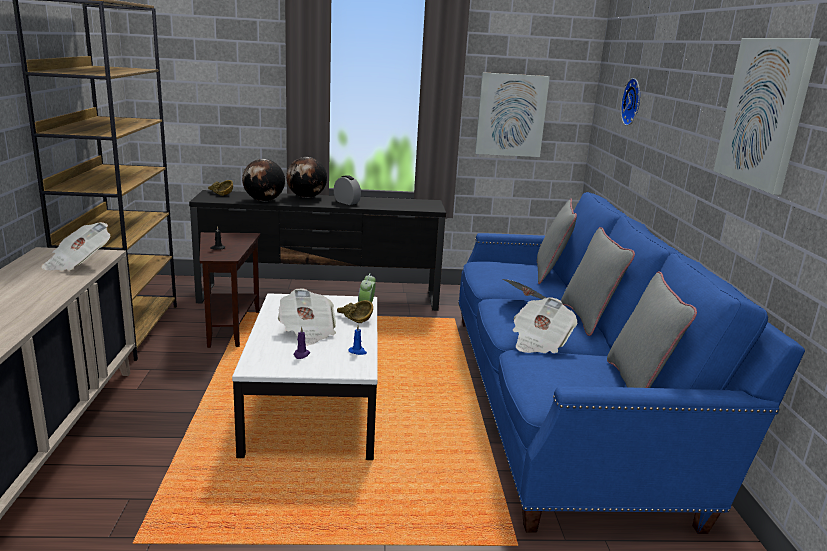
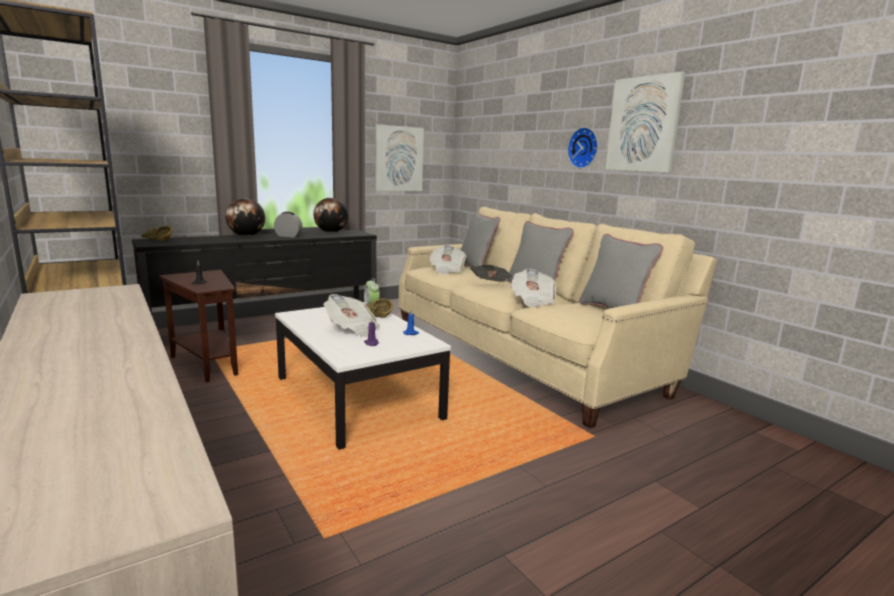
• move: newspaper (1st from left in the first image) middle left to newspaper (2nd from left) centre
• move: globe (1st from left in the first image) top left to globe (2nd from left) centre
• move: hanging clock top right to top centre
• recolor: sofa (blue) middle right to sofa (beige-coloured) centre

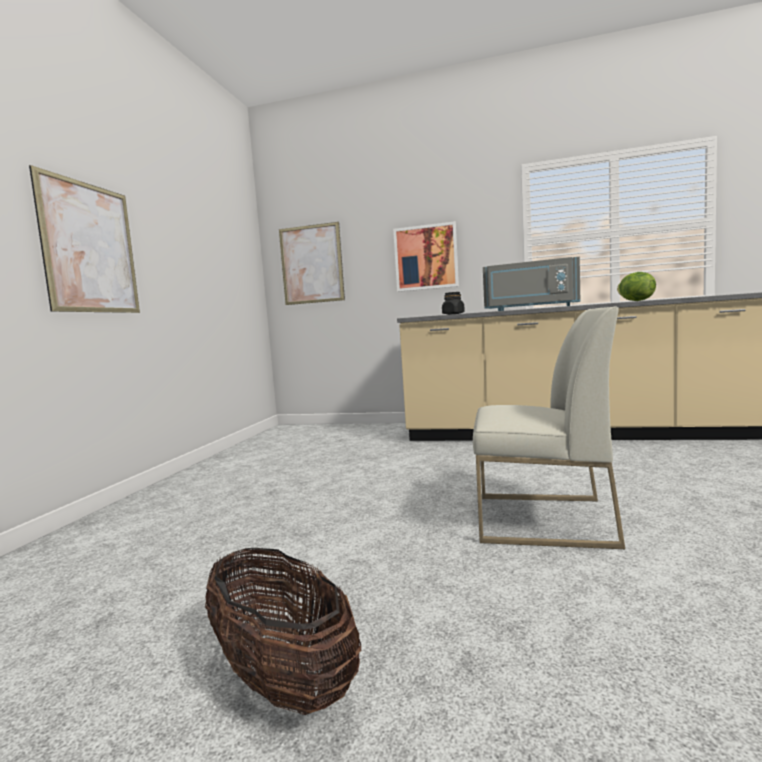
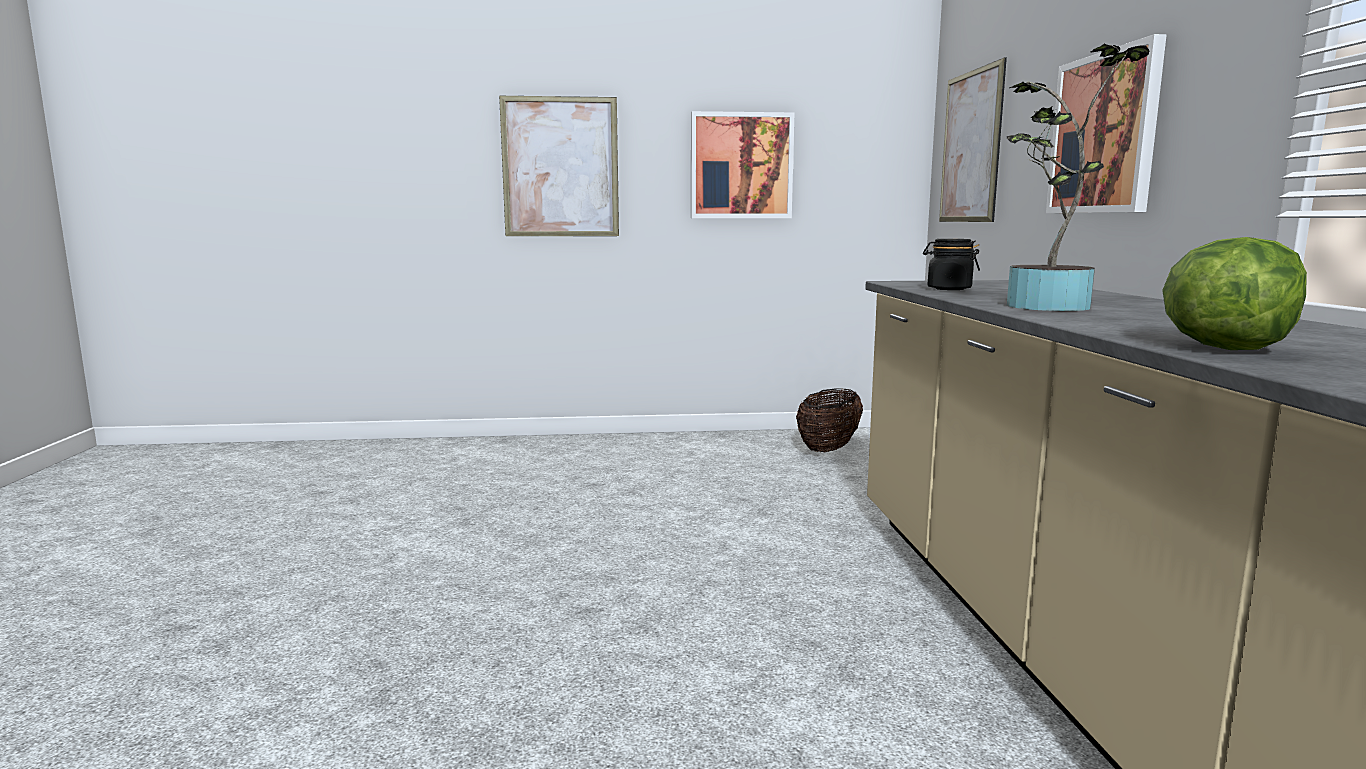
• delete: upright chair (white) middle right
• insert: wall art (2nd from left) top centre
• move: basket bottom centre to centre
• replace: kitchen microwave (gray) middle right to plant in a pot top right

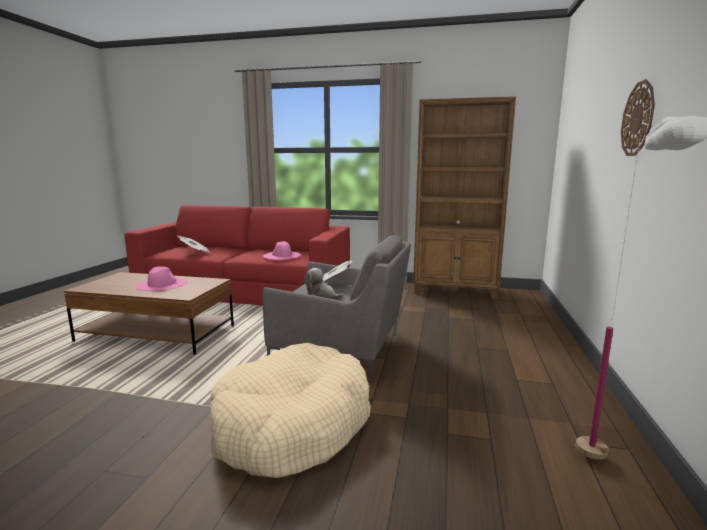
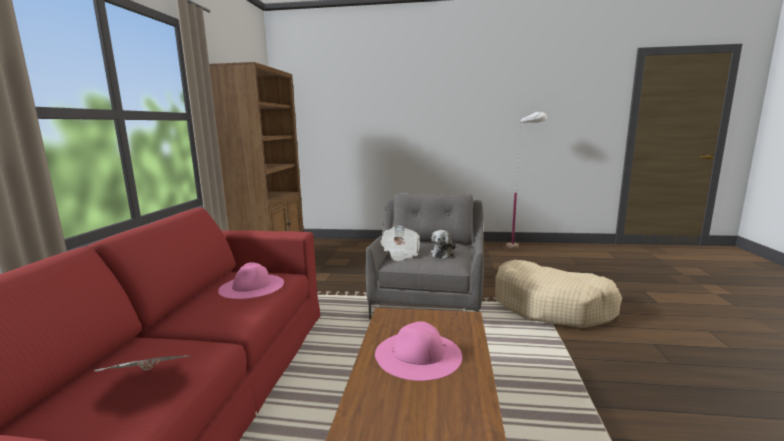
• delete: hanging clock top right

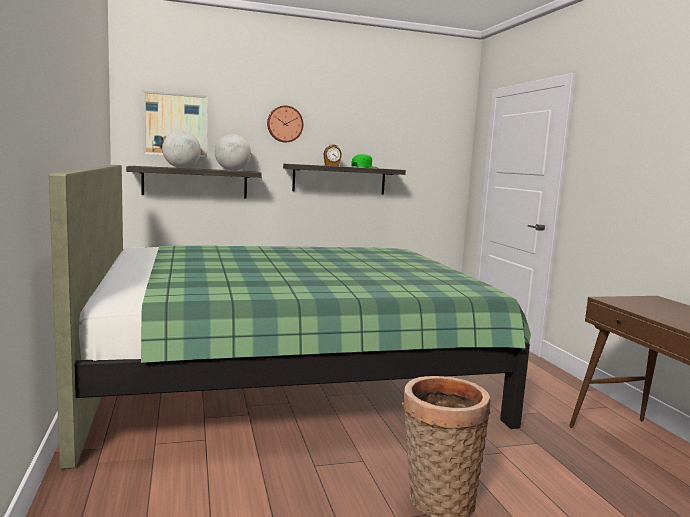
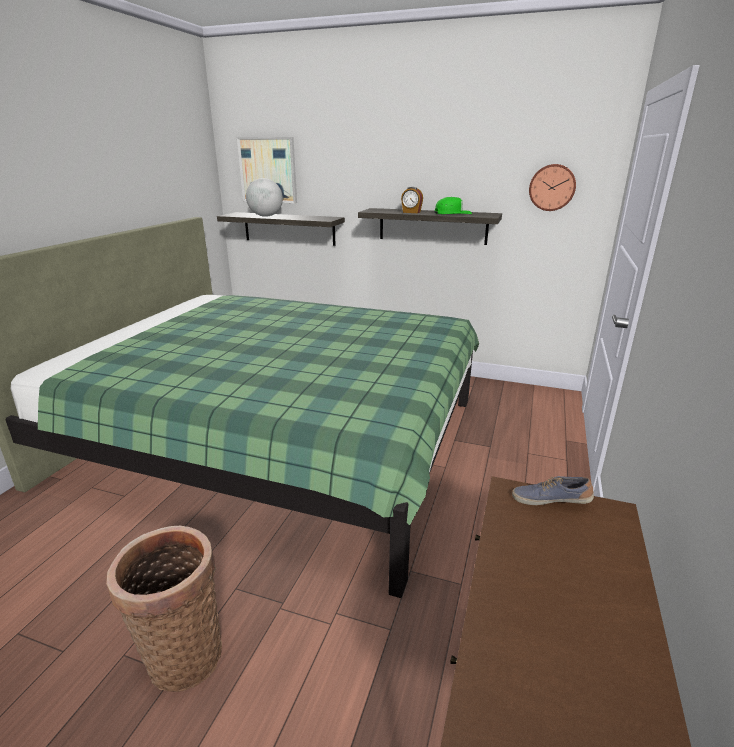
• delete: globe (2nd from left) top centre
• insert: item of footwear middle right
• move: hanging clock top centre to top right

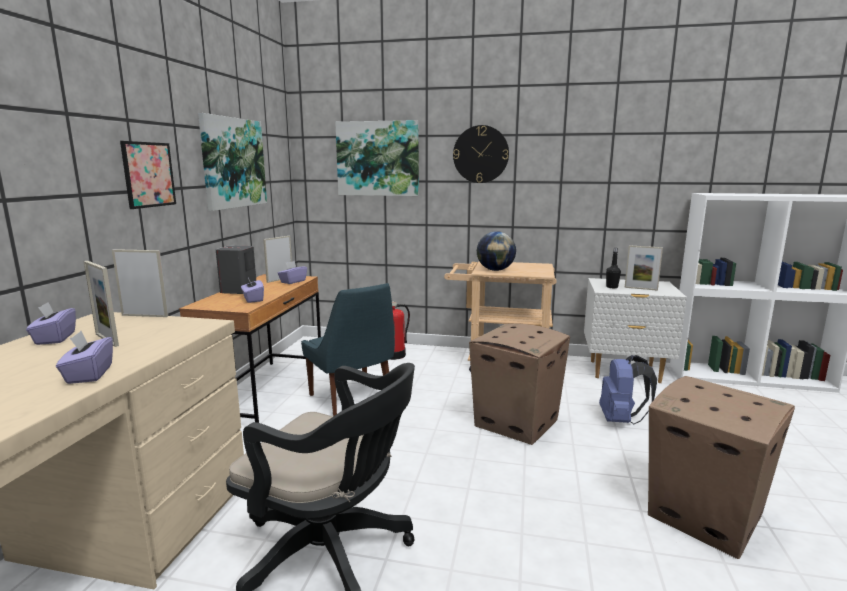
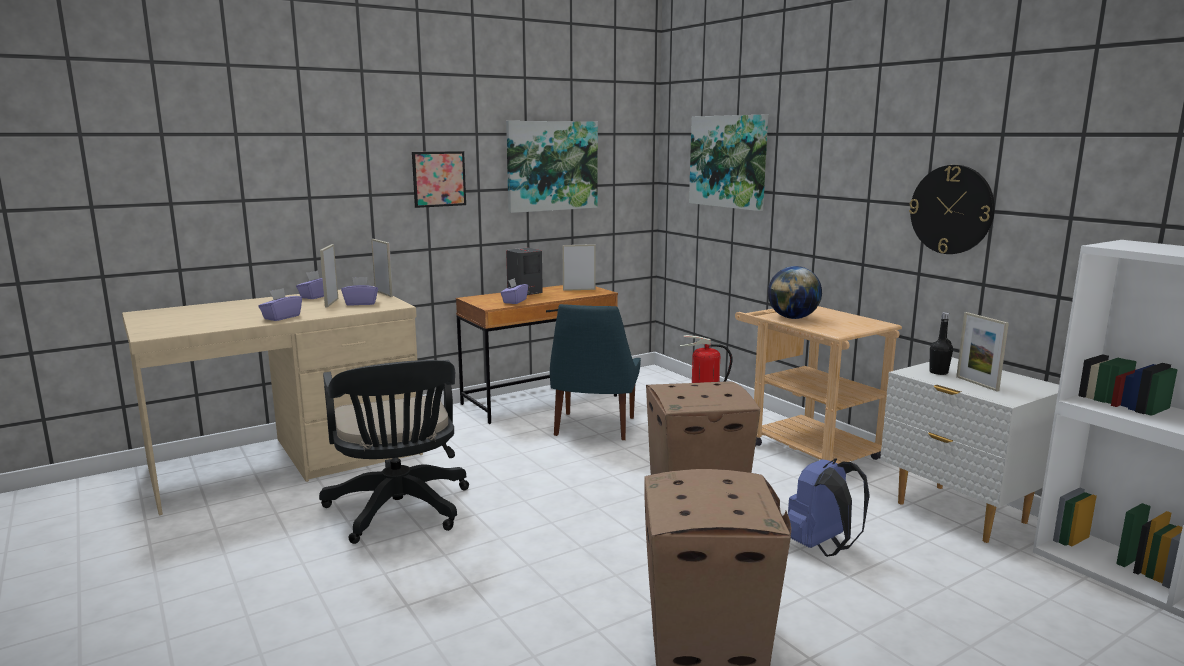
• move: tissue box (purple-coloured) (4th from left in the first image) centre to tissue box (purple-coloured) (3rd from left) middle left
• move: hanging clock top centre to top right

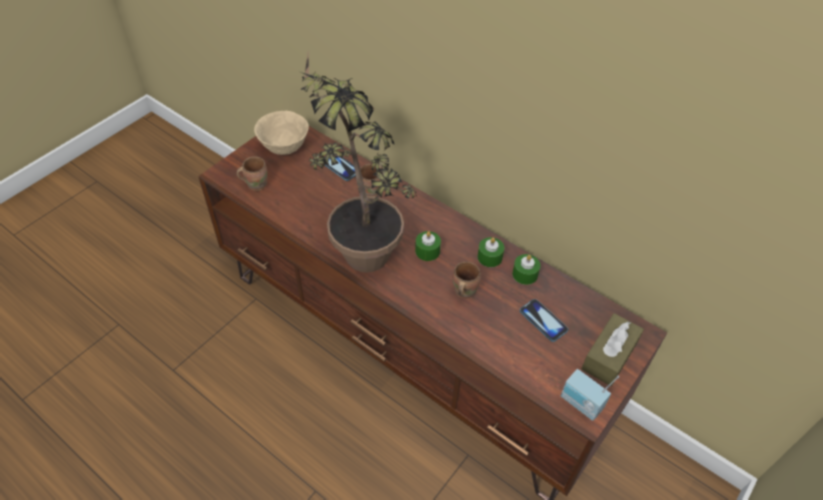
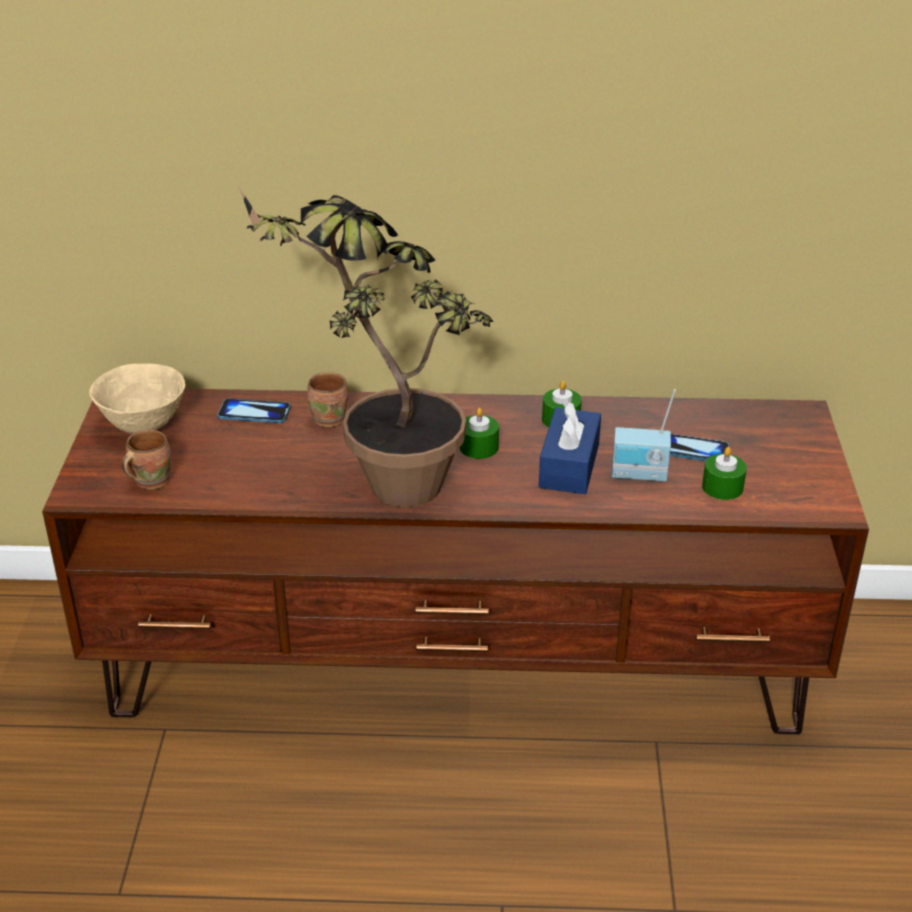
• delete: tissue box (brownish) bottom right
• move: wax candle (green-coloured) (3rd from left) centre to middle right
• move: radio receiver bottom right to middle right
• replace: coffee mug (brownish) (3rd from left) centre to tissue box (blue) centre

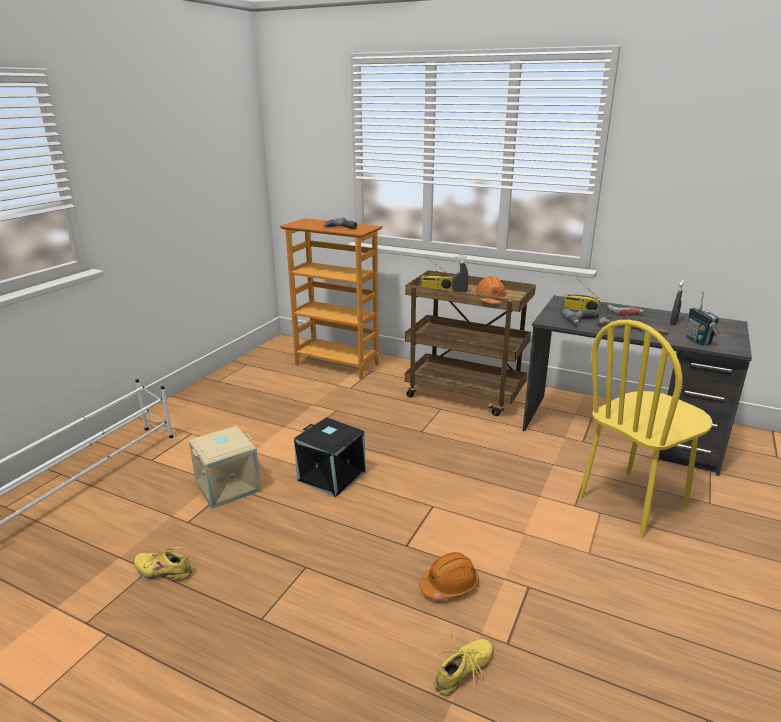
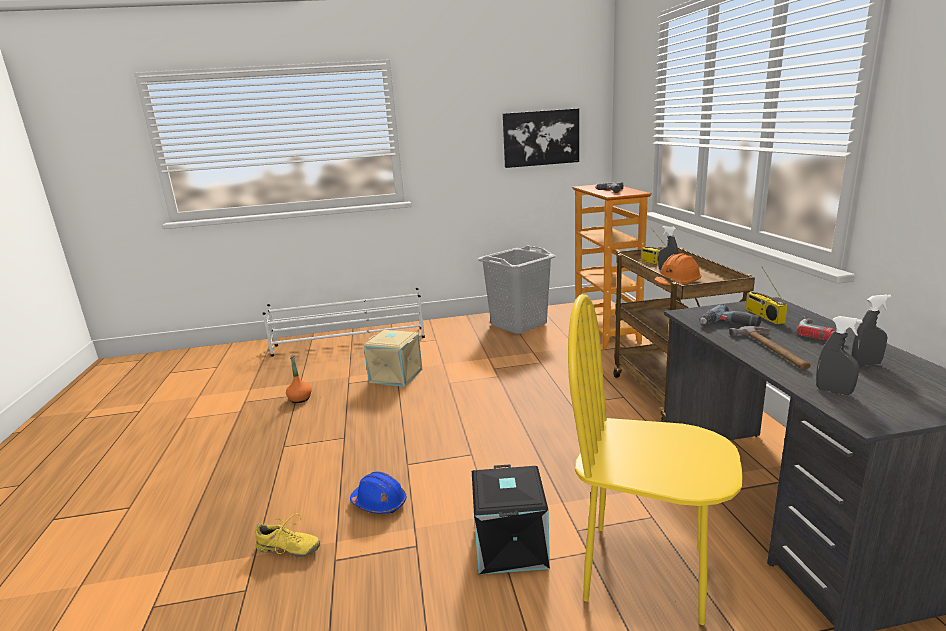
• insert: laundry basket (gray) centre
• insert: wall art top centre
• move: storage box (blackish) centre to bottom centre
• replace: item of footwear (yellow-coloured) (1st from left) bottom left to bottle (orange) middle left
• replace: radio receiver (3rd from left) middle right to sprayer (gray) (2nd from left) middle right
• recolor: work helmet (orange) (1st from left) bottom centre to work helmet (blue) bottom centre

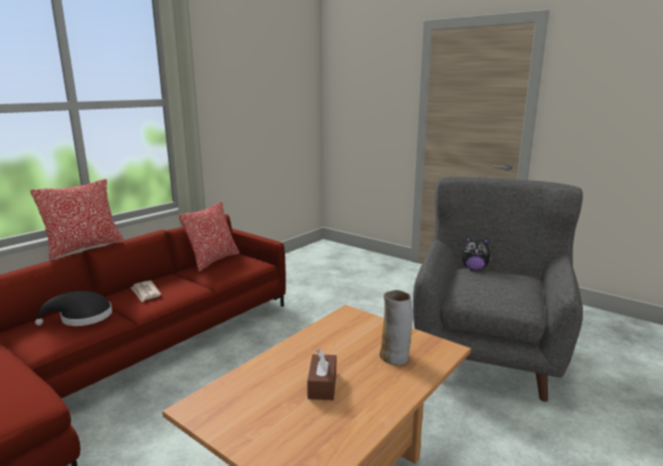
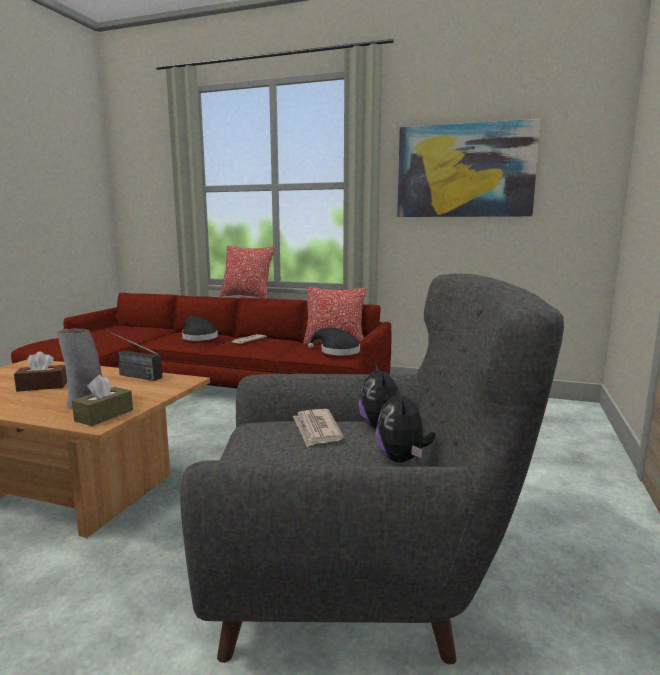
• insert: tissue box (brownish) (2nd from left) middle left
• insert: radio receiver middle left
• insert: newspaper (2nd from left) centre
• insert: hat (blackish) (2nd from left) centre
• insert: cuddly toy (2nd from left) centre
• insert: wall art top right

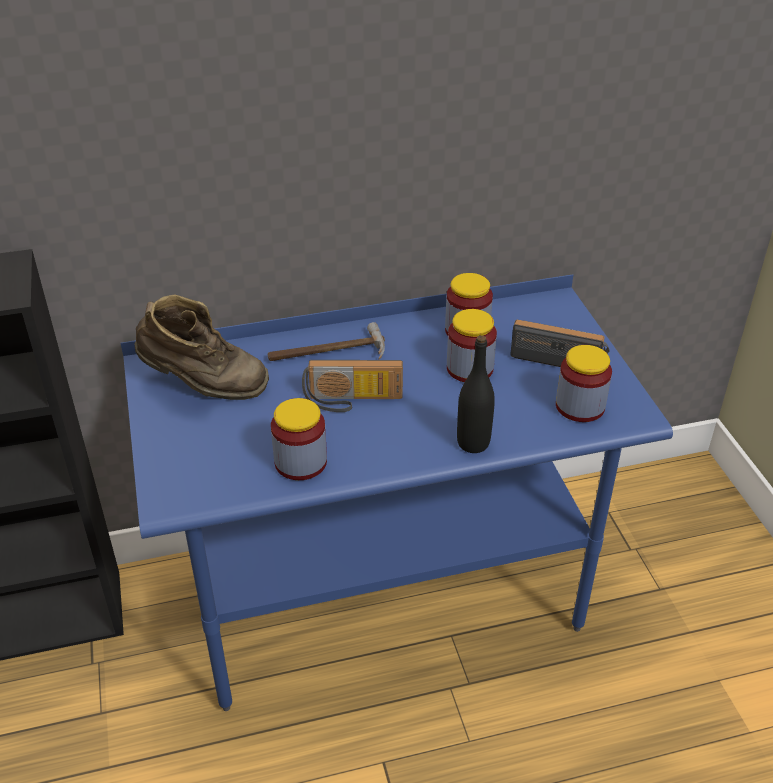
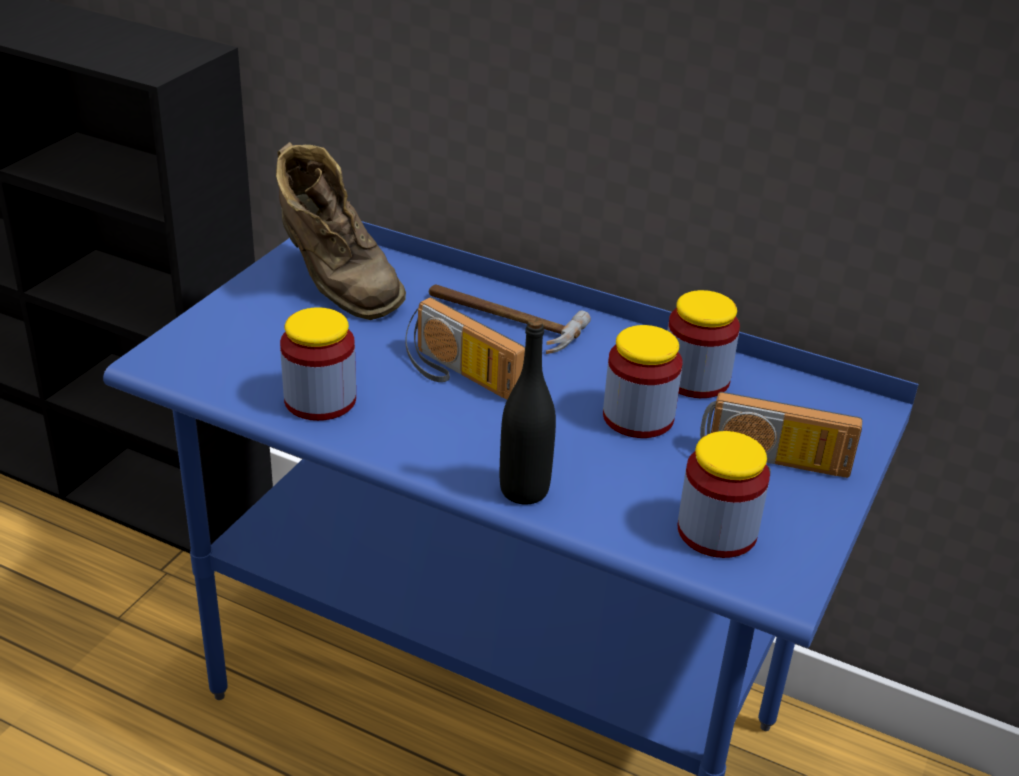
• rotate: radio receiver (2nd from left) middle right = middle right 135 degrees clockwise

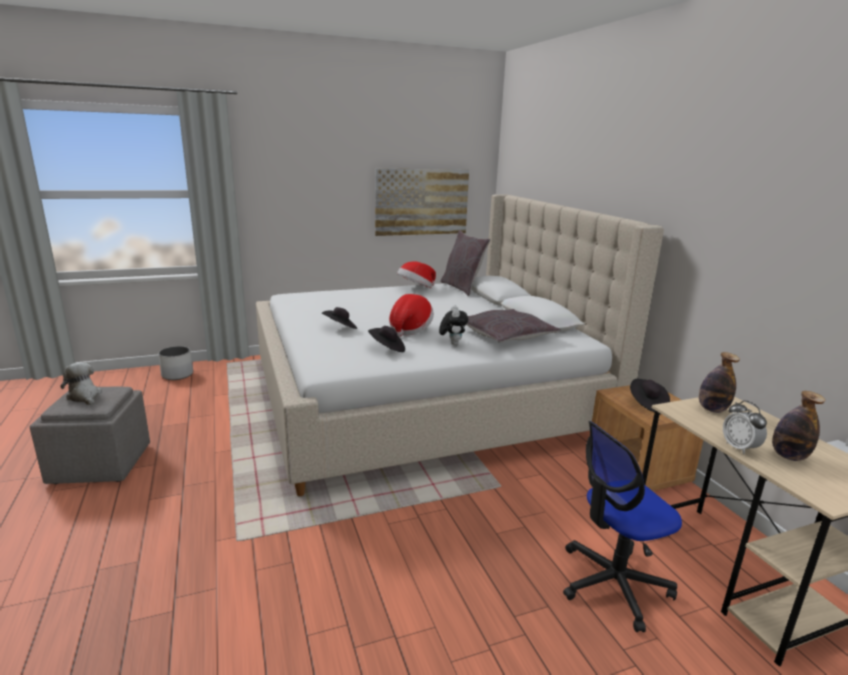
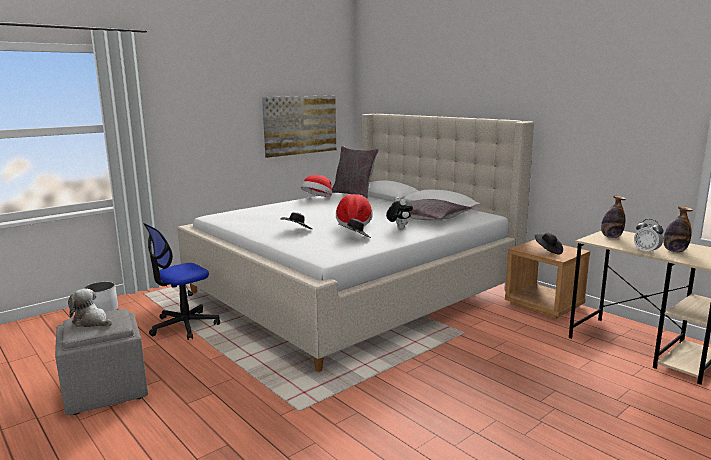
• move: desk chair bottom right to middle left

